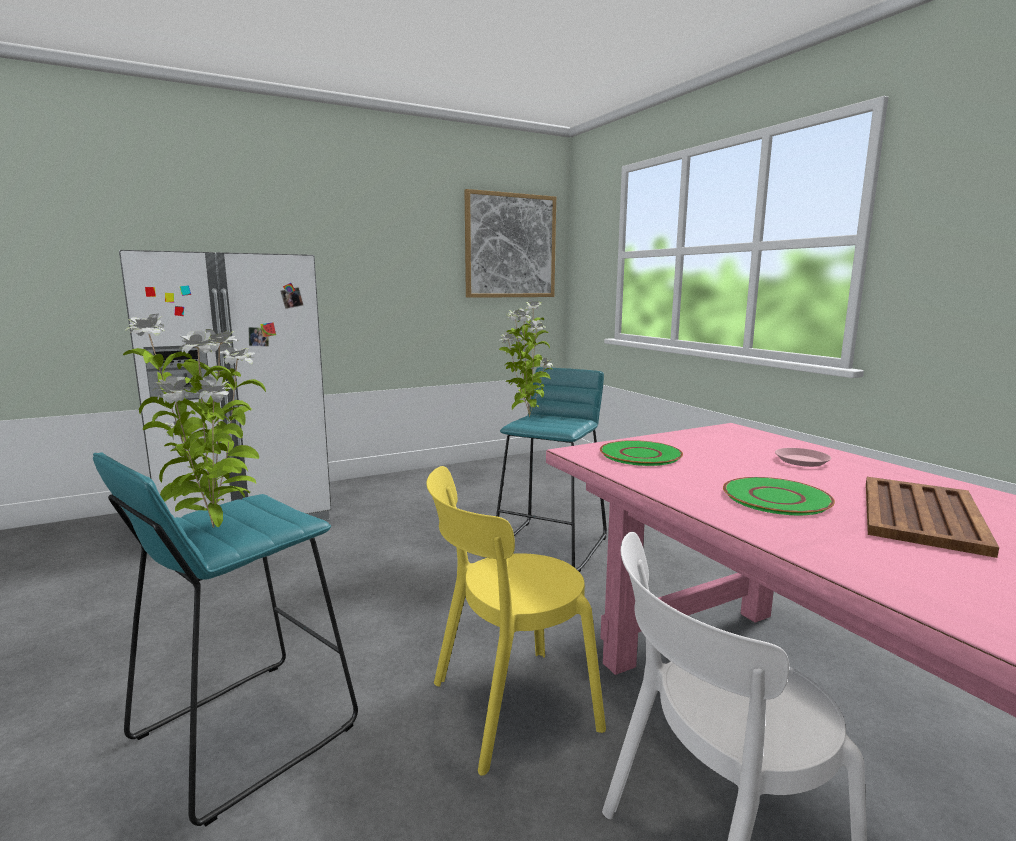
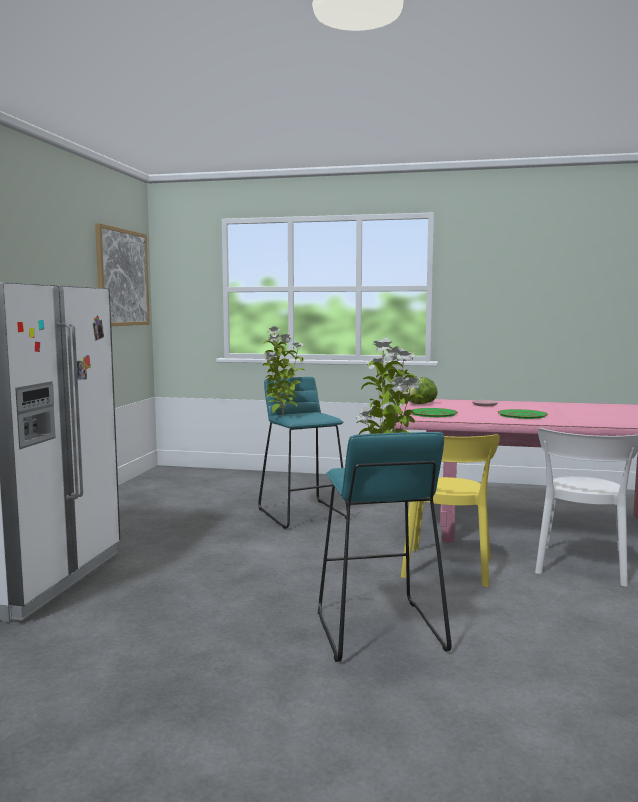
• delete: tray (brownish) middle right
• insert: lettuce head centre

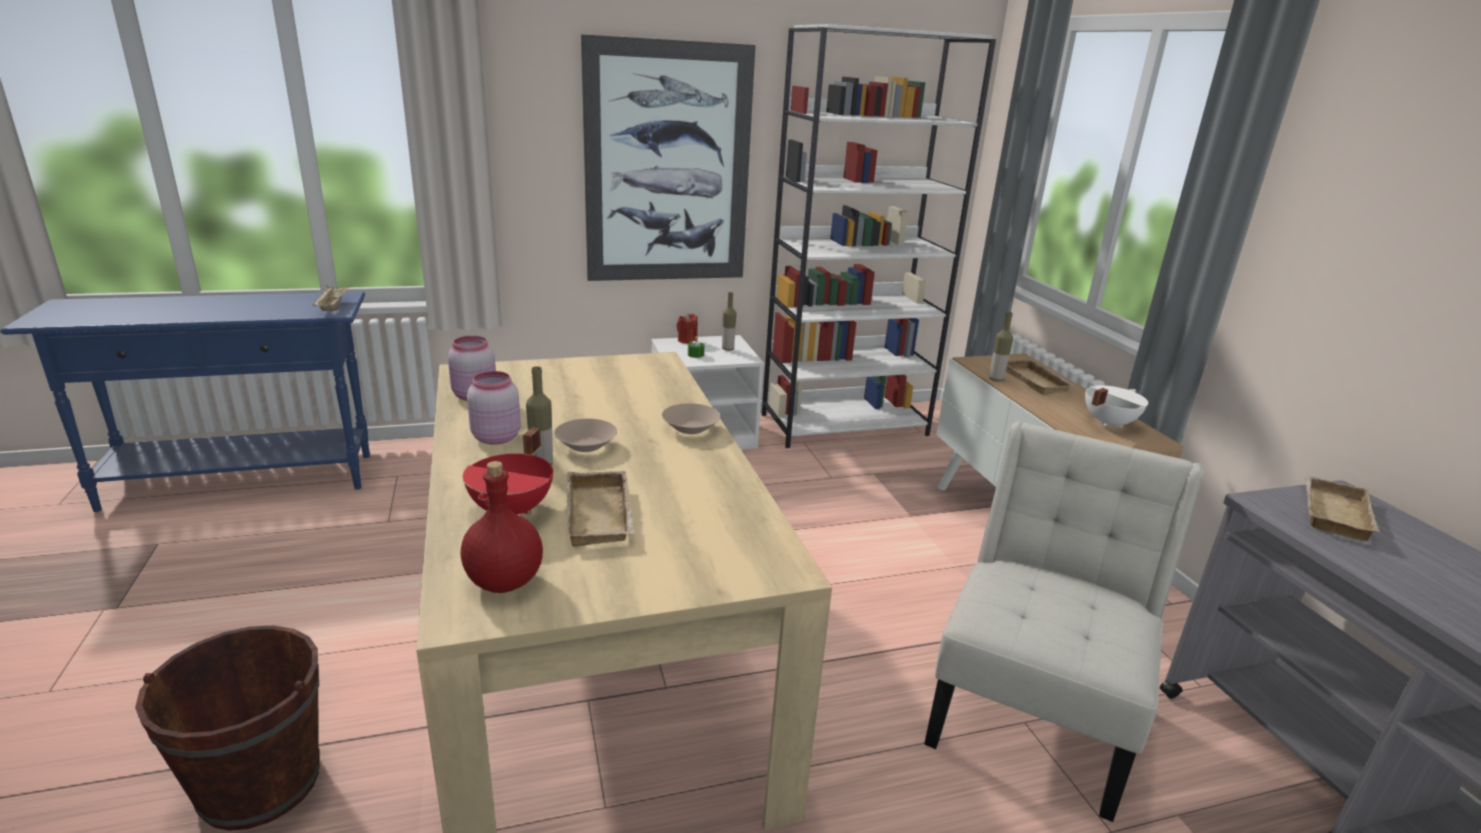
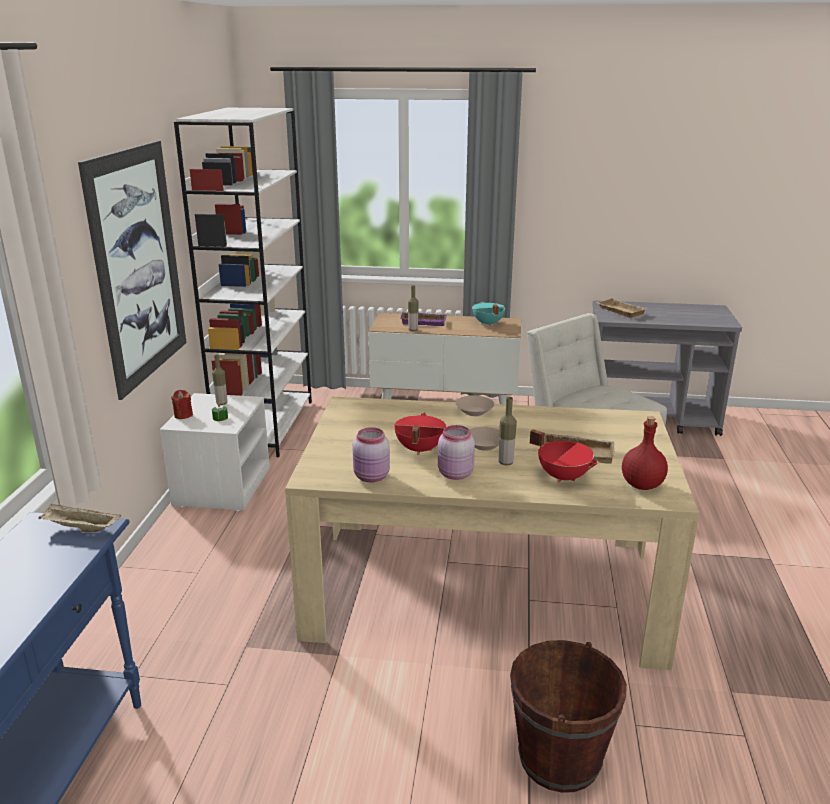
• insert: cooking pot (reddish) (1st from left) centre
• recolor: tray (beige-coloured) (3rd from left) middle right to tray (purple-coloured) centre
• recolor: cooking pot (white) middle right to cooking pot (turquoise-coloured) centre

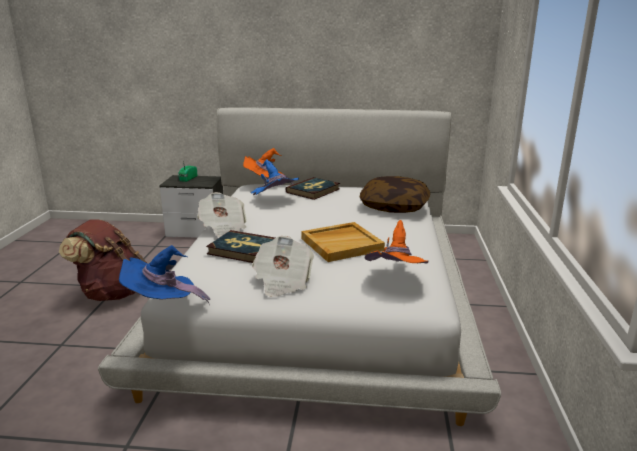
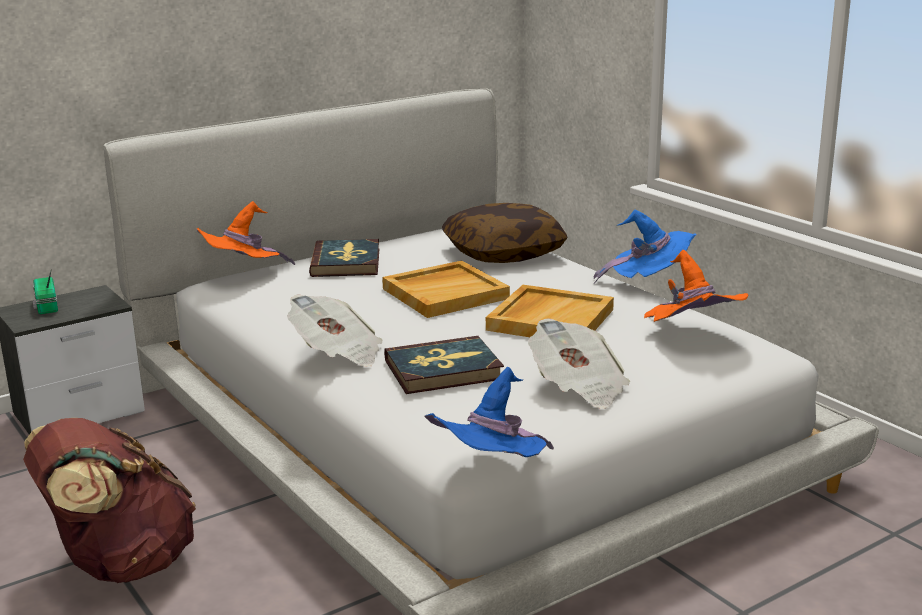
• insert: tray (beige-coloured) (1st from left) centre
• move: hat (blue) (2nd from left) centre to middle right

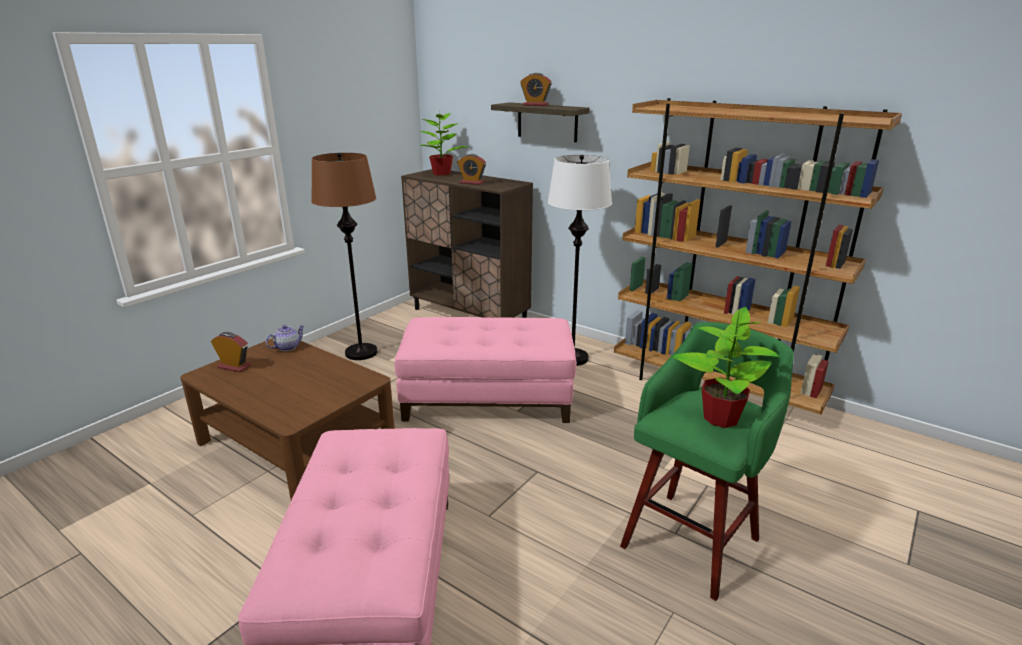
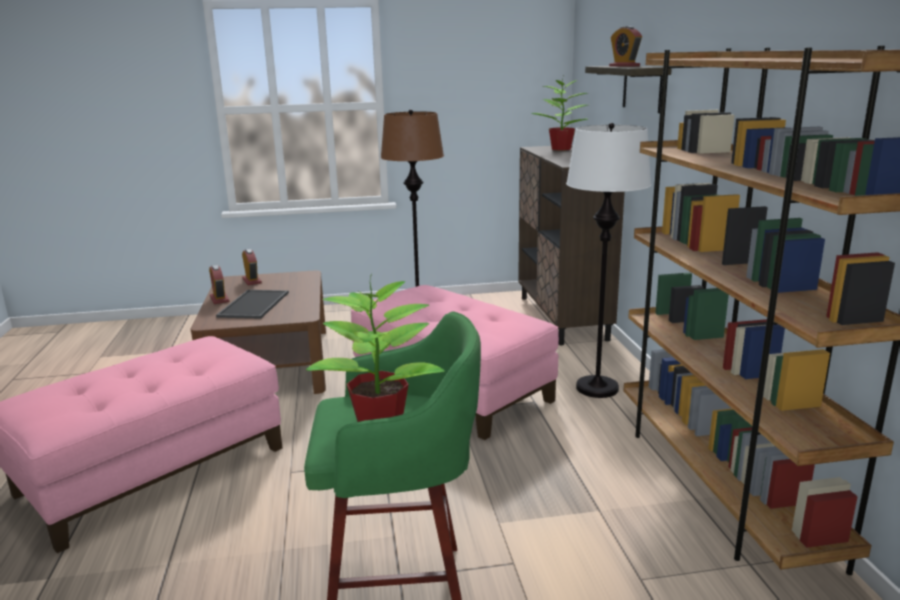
• delete: teapot middle left
• insert: tray middle left
• move: alarm clock (2nd from left in the first image) top centre to alarm clock (1st from left) middle left

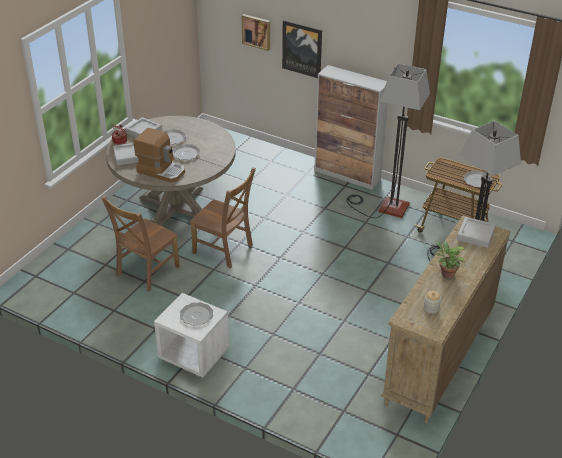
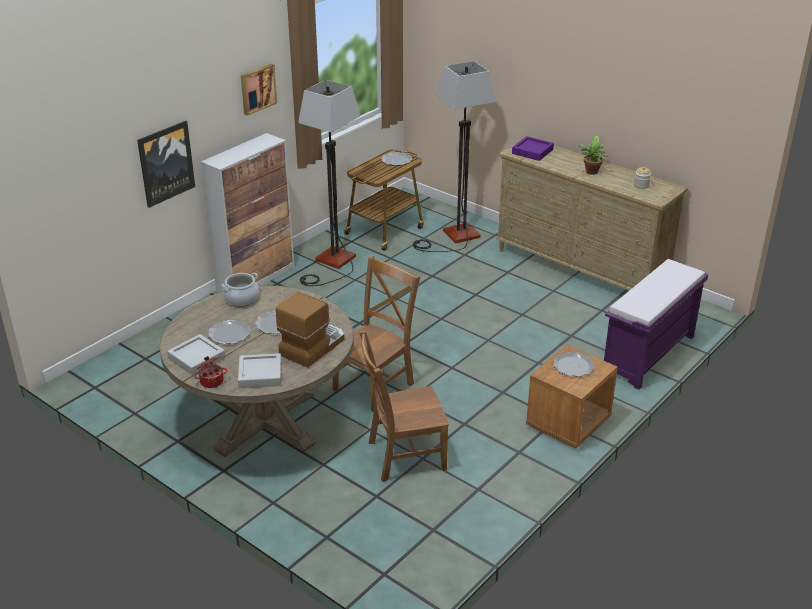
• insert: cooking pot (2nd from left) middle left
• insert: bench (purple-coloured) middle right
• move: wall art (1st from left in the first image) top centre to wall art (2nd from left) top left
• recolor: nightstand (white) bottom centre to nightstand (brownish) middle right
• recolor: tray (gray) (3rd from left) middle right to tray (purple-coloured) top centre
• rotate: upright chair (brownish) (1st from left in the first image) middle left = bottom centre 120 degrees clockwise

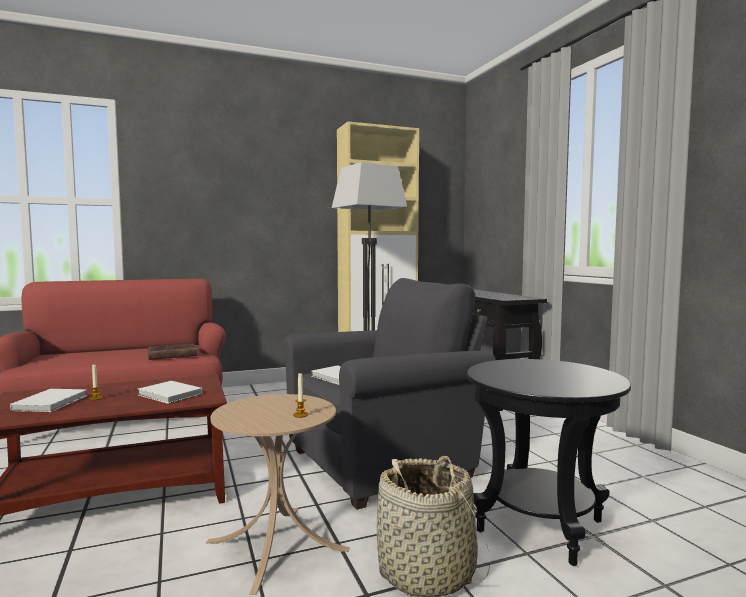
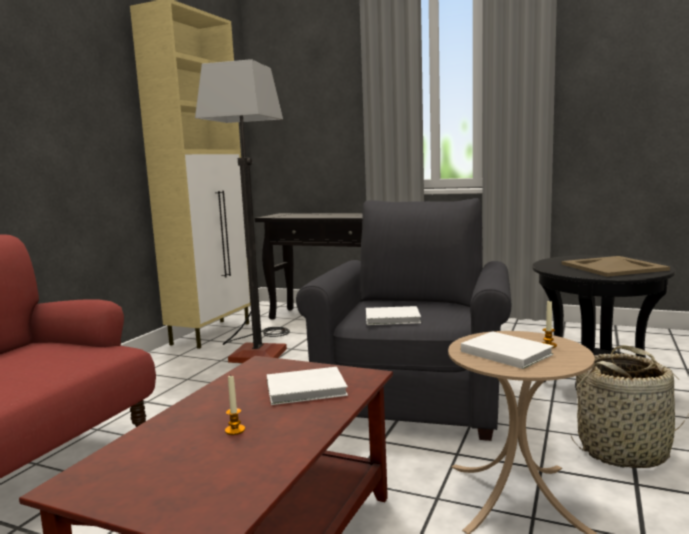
• delete: volume (brownish) middle left
• insert: tray (beige-coloured) middle right
• move: volume (white) (1st from left in the first image) bottom left to volume (white) (3rd from left) middle right

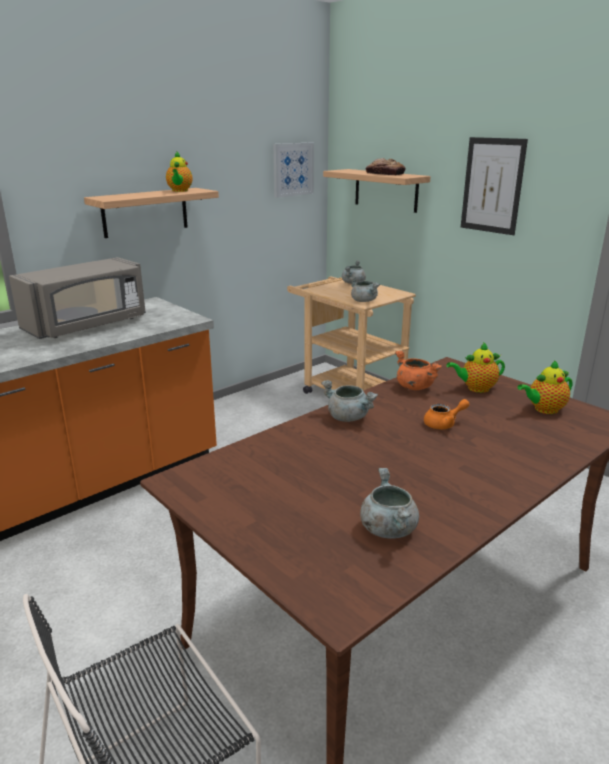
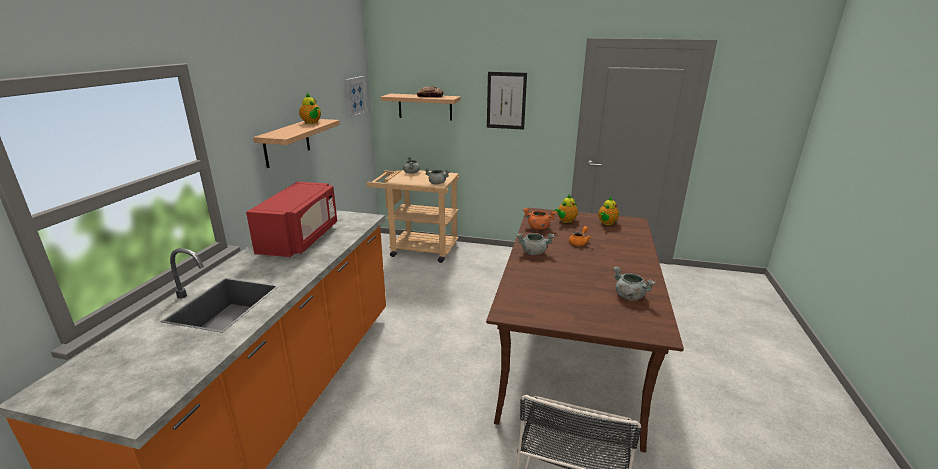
• recolor: kitchen microwave (gray) middle left to kitchen microwave (reddish) middle left

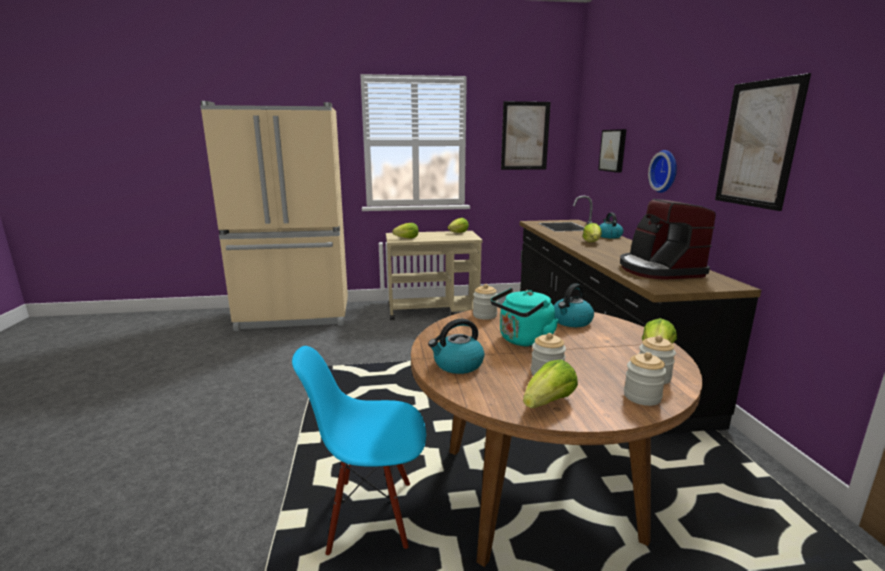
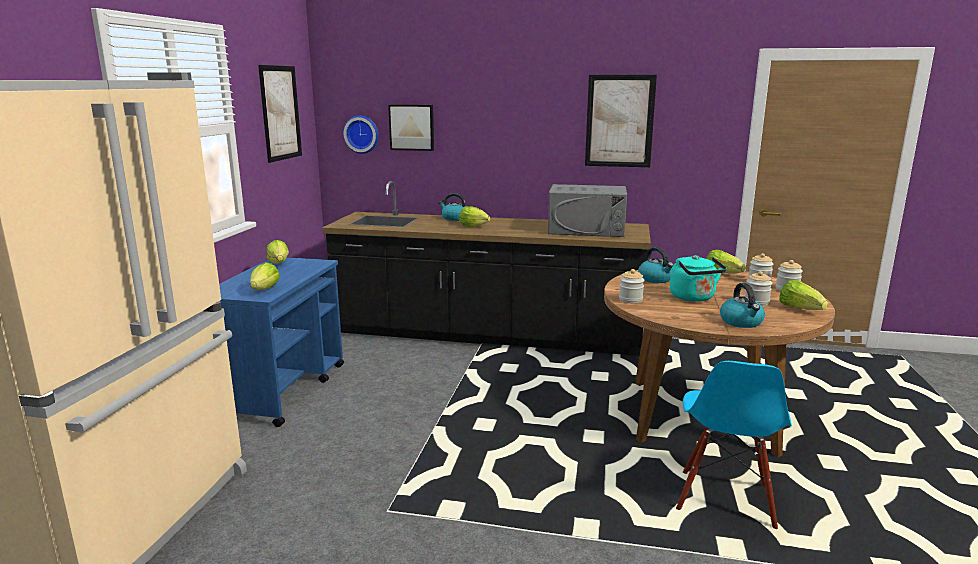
• move: hanging clock top right to top centre
• replace: coffee maker middle right to kitchen microwave (gray) centre
• recolor: cart (beige-coloured) centre to cart (blue) middle left

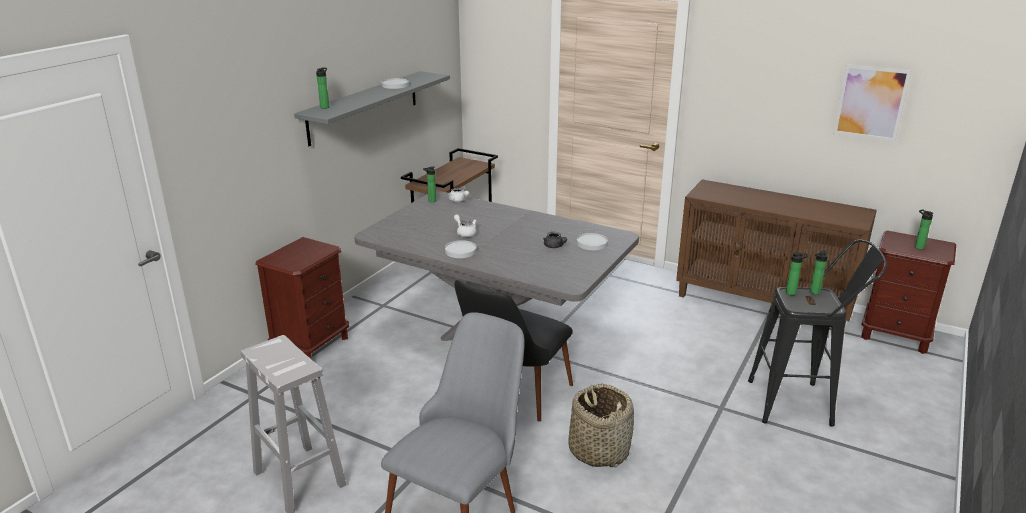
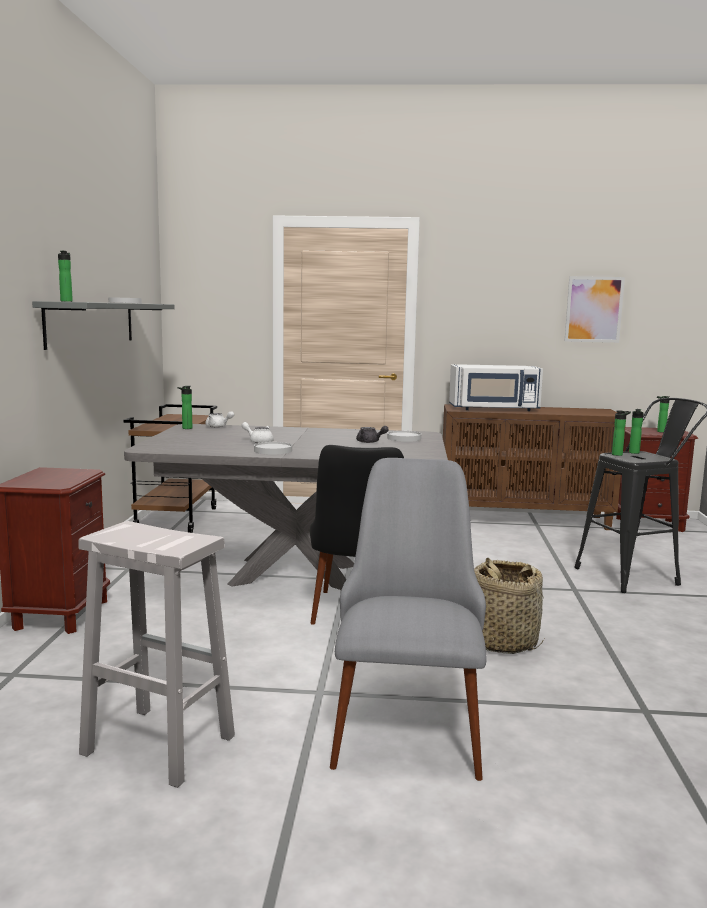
• insert: kitchen microwave (white) middle right

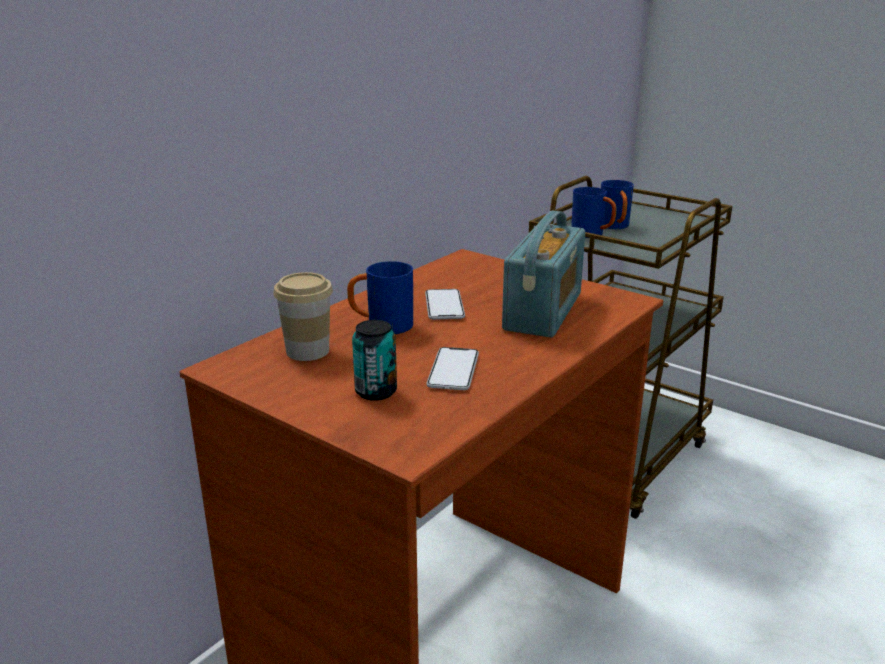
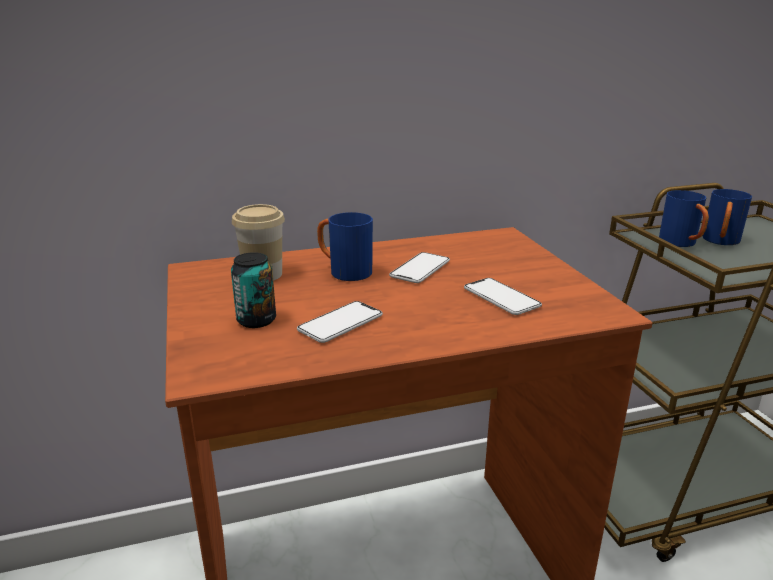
• replace: radio receiver centre to handset (3rd from left) centre

